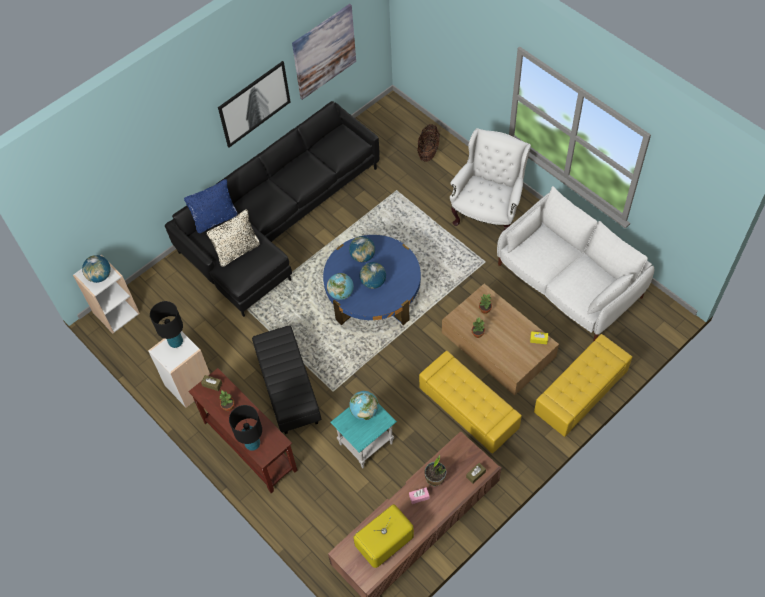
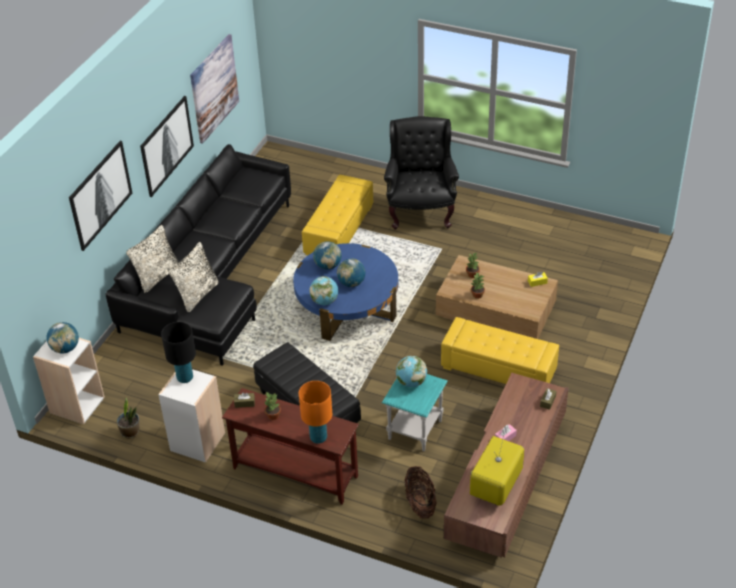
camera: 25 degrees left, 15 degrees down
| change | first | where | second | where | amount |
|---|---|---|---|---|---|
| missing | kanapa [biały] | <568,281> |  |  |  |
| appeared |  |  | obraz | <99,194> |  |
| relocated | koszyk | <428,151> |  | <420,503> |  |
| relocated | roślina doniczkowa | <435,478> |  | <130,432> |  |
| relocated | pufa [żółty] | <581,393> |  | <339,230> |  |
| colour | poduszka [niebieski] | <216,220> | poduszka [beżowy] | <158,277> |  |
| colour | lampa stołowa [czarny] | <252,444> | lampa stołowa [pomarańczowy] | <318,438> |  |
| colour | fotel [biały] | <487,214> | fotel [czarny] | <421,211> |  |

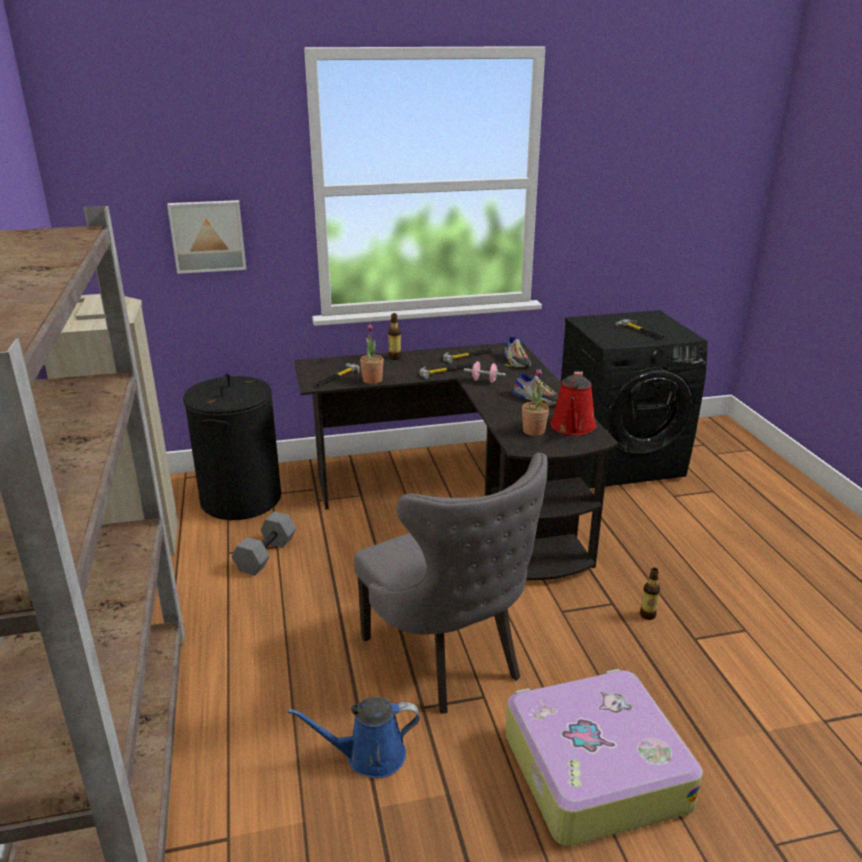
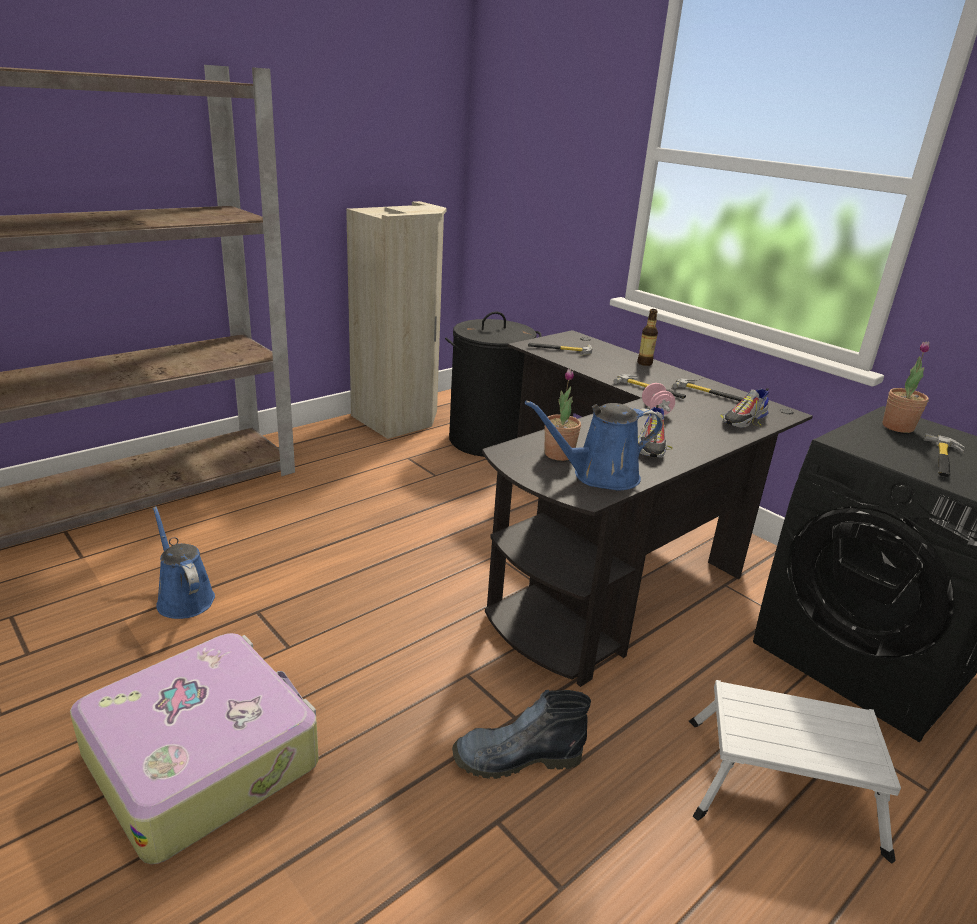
camera: 60 degrees right, 0 degrees up
| change | first | where | second | where | amount |
|---|---|---|---|---|---|
| missing | obraz | <208,236> |  |  |  |
| missing | hantel [szary] | <265,554> |  |  |  |
| missing | krzesło [szary] | <449,658> |  |  |  |
| appeared |  |  | drabinka [biały] | <780,784> |  |
| relocated | roślina doniczkowa | <372,380> |  | <897,427> |  |
| exchanged | butelka | <647,615> | but z cholewką | <515,758> |  |
| colour | konewka [czerwony] | <572,427> | konewka [niebieski] | <599,476> |  |

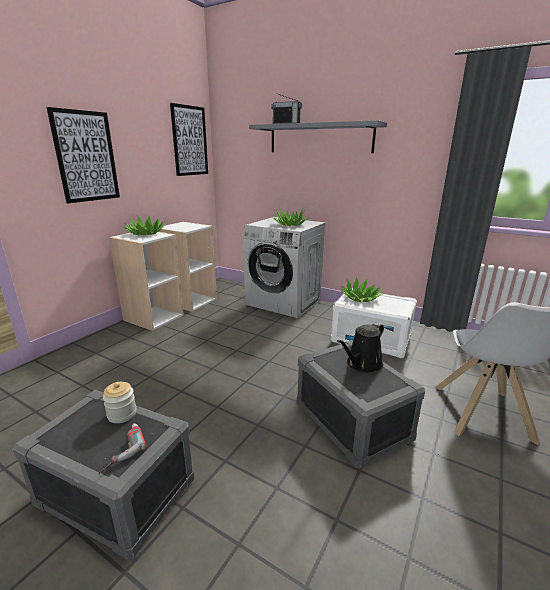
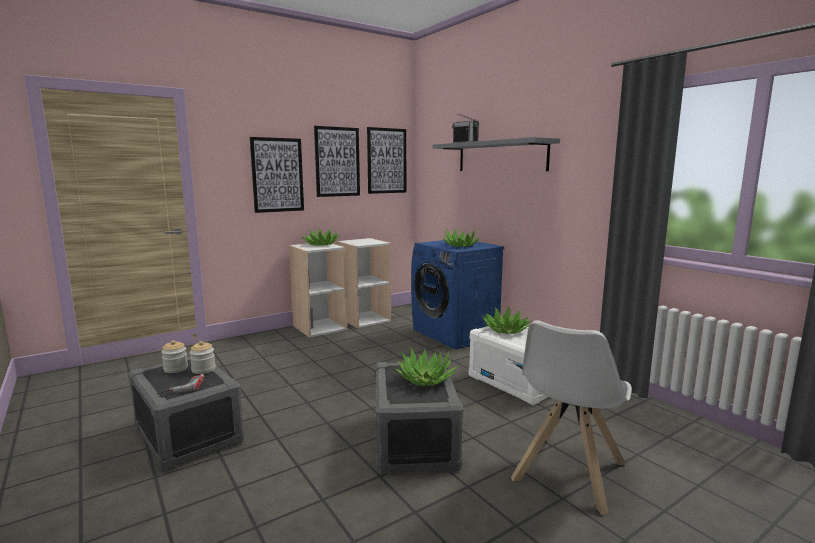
camera: 25 degrees right, 10 degrees down
| change | first | where | second | where | amount |
|---|---|---|---|---|---|
| appeared |  |  | słoik | <176,369> |  |
| appeared |  |  | obraz | <337,162> |  |
| exchanged | konewka [czarny] | <362,364> | roślina doniczkowa | <425,379> |  |
| colour | pralka [biały] | <284,304> | pralka [niebieski] | <455,335> |  |

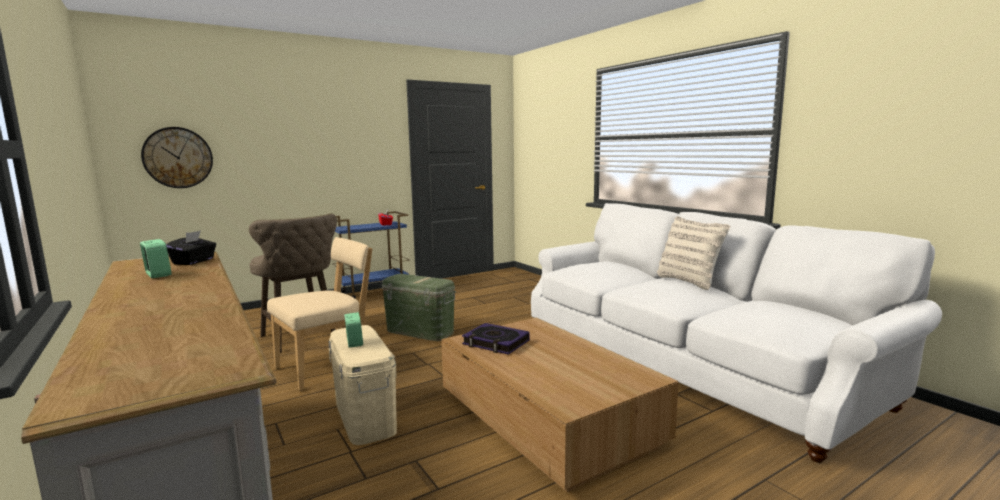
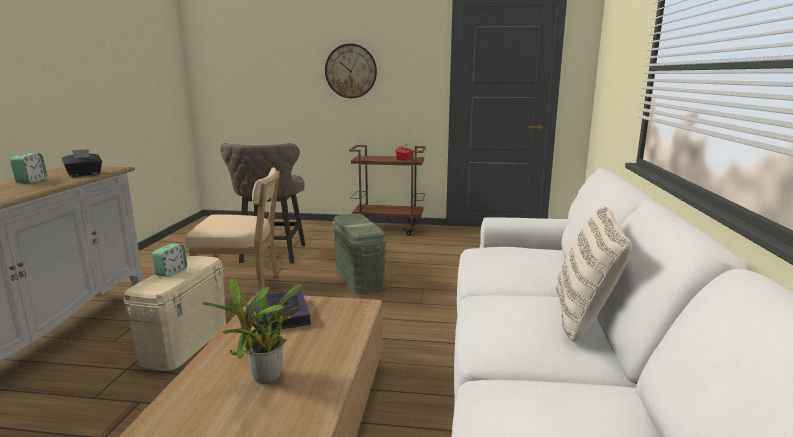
camera: 40 degrees right, 5 degrees up
| change | first | where | second | where | amount |
|---|---|---|---|---|---|
| appeared |  |  | roślina doniczkowa | <264,379> |  |
| relocated | zegar ścienny | <178,157> |  | <351,71> |  |
| colour | wózek [niebieski] | <374,295> | wózek [brązowy] | <389,229> |  |

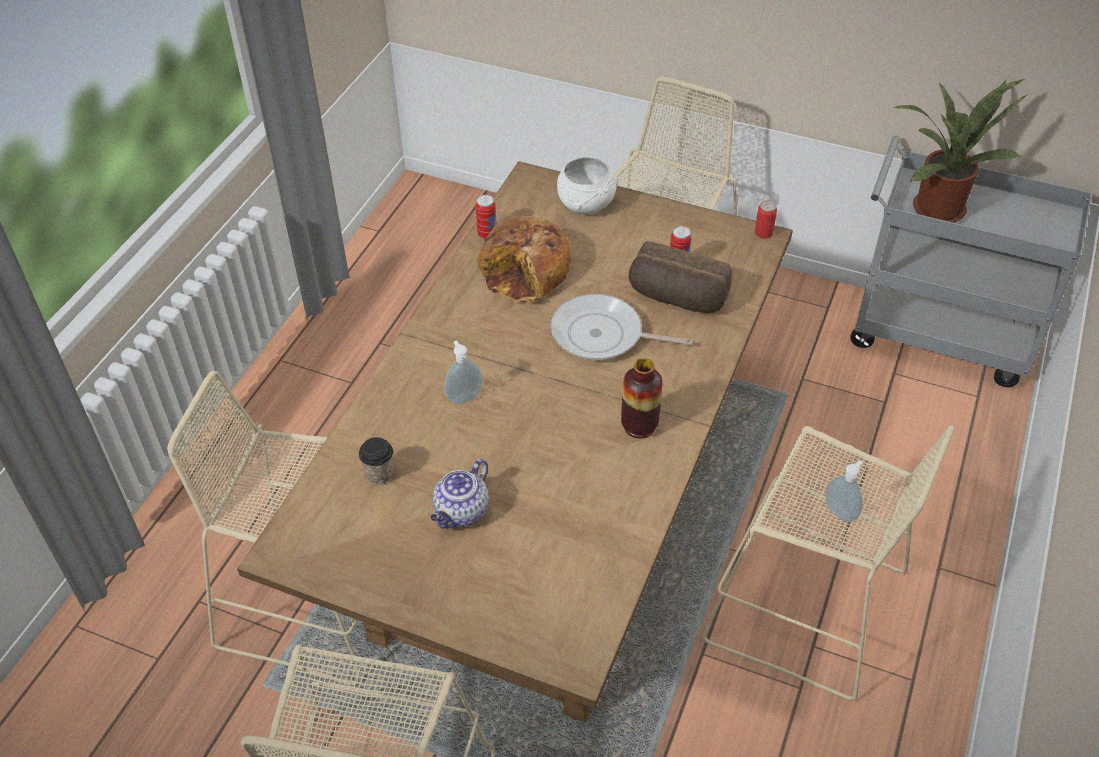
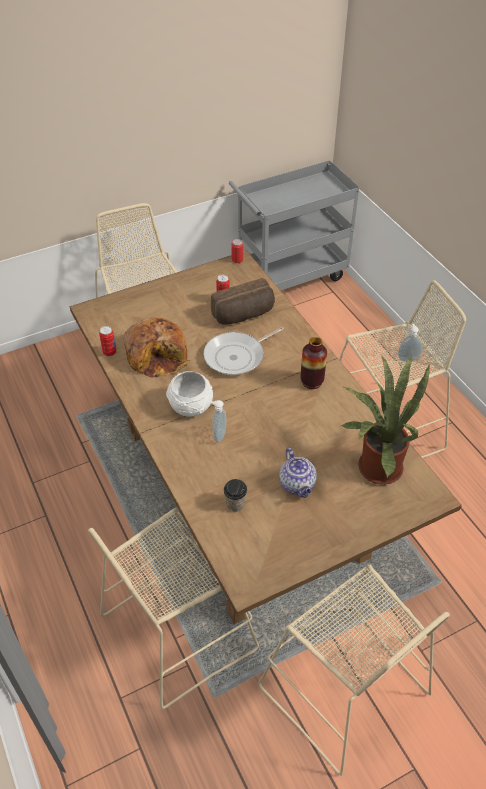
camera: 50 degrees left, 0 degrees up
| change | first | where | second | where | amount |
|---|---|---|---|---|---|
| relocated | miska [biały] | <587,204> |  | <191,406> |  |
| relocated | roślina doniczkowa | <937,206> |  | <375,466> |  |

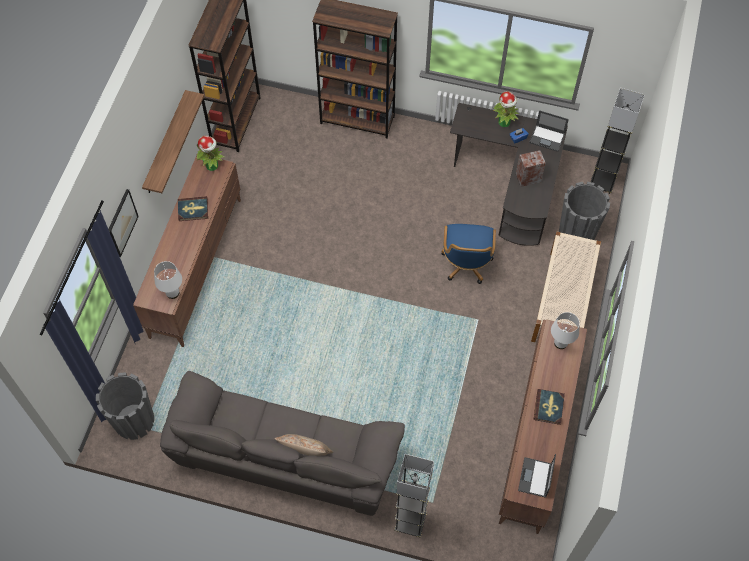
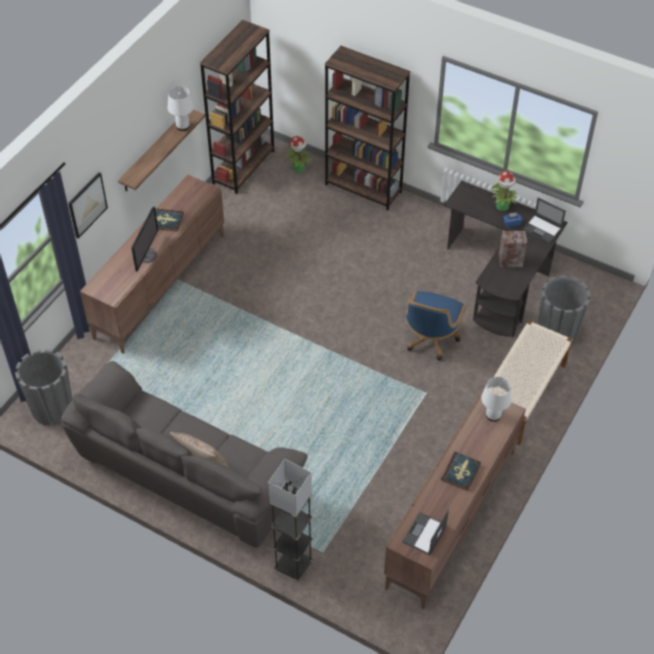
camera: 15 degrees right, 10 degrees down
| change | first | where | second | where | amount |
|---|---|---|---|---|---|
| missing | lampa stojąca [szary] | <602,183> |  |  |  |
| appeared |  |  | monitor | <147,255> |  |
| relocated | lampa stołowa [biały] | <172,293> |  | <182,127> |  |
| relocated | roślina doniczkowa | <212,165> |  | <299,168> |  |

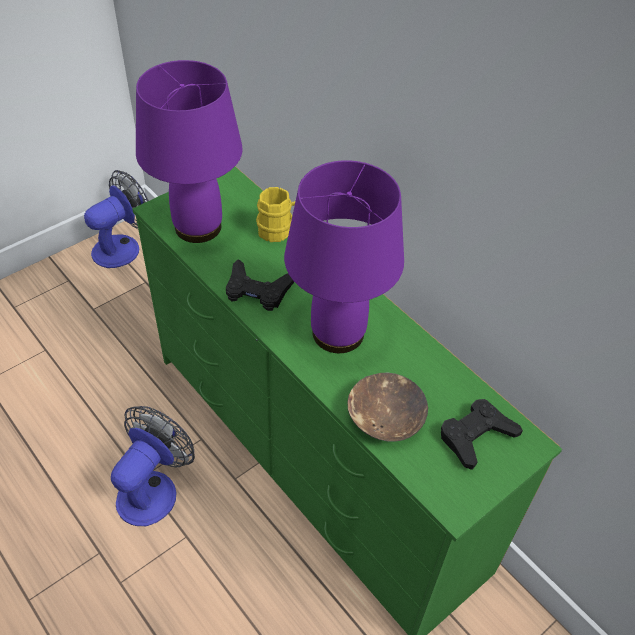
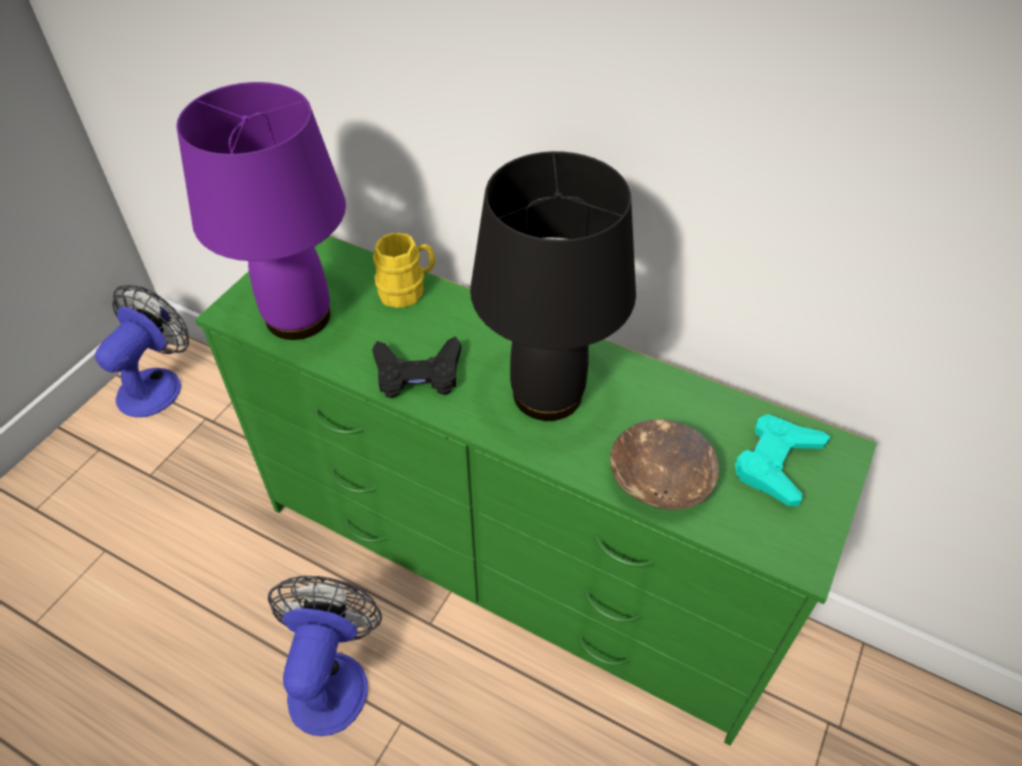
camera: 20 degrees left, 0 degrees up
| change | first | where | second | where | amount |
|---|---|---|---|---|---|
| colour | lampa stołowa [fioletowy] | <339,333> | lampa stołowa [czarny] | <549,394> |  |
| colour | pad do gier [czarny] | <476,436> | pad do gier [turkusowy] | <777,463> |  |

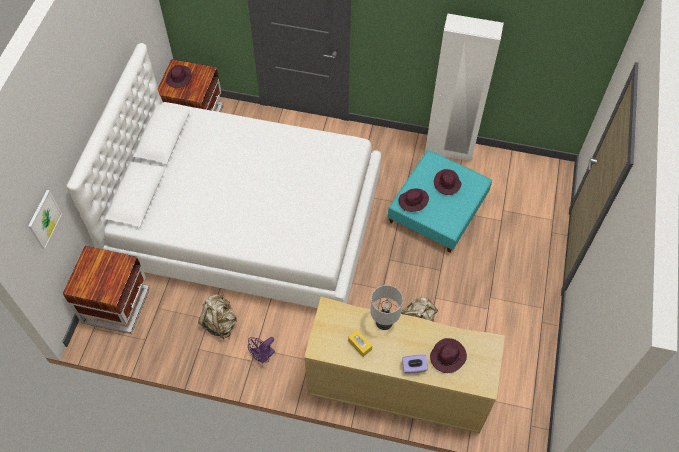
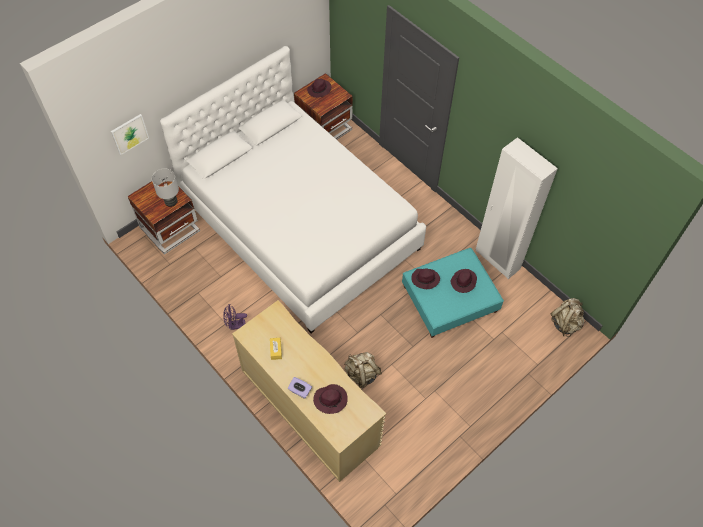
camera: 35 degrees right, 0 degrees up
| change | first | where | second | where | amount |
|---|---|---|---|---|---|
| relocated | plecak [beżowy] | <220,323> |  | <565,323> |  |
| relocated | lampa stołowa [szary] | <384,322> |  | <171,201> |  |

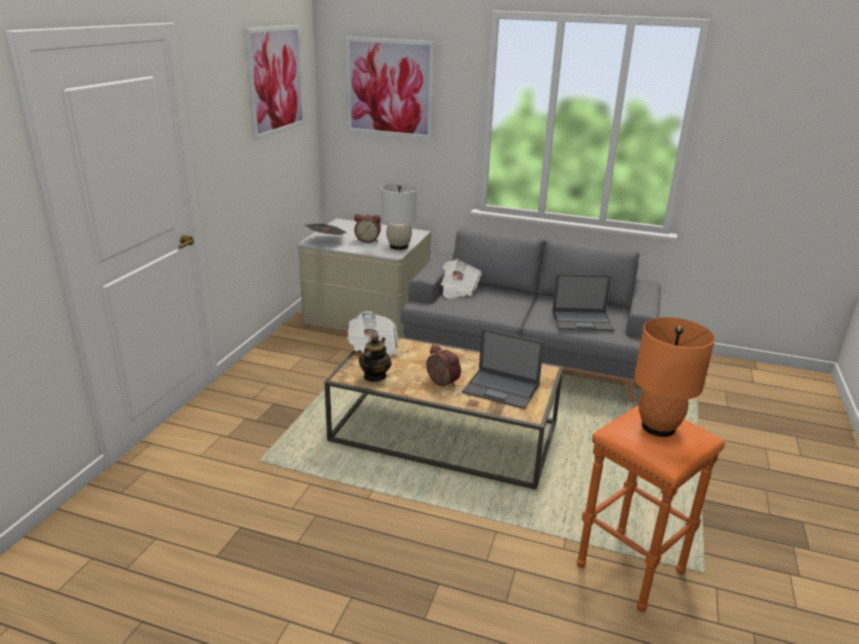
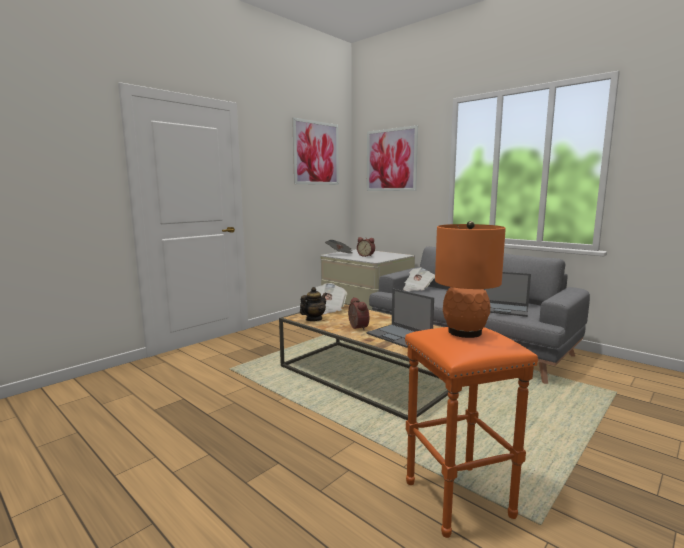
camera: 25 degrees right, 15 degrees down
| change | first | where | second | where | amount |
|---|---|---|---|---|---|
| missing | lampa stołowa [biały] | <399,246> |  |  |  |

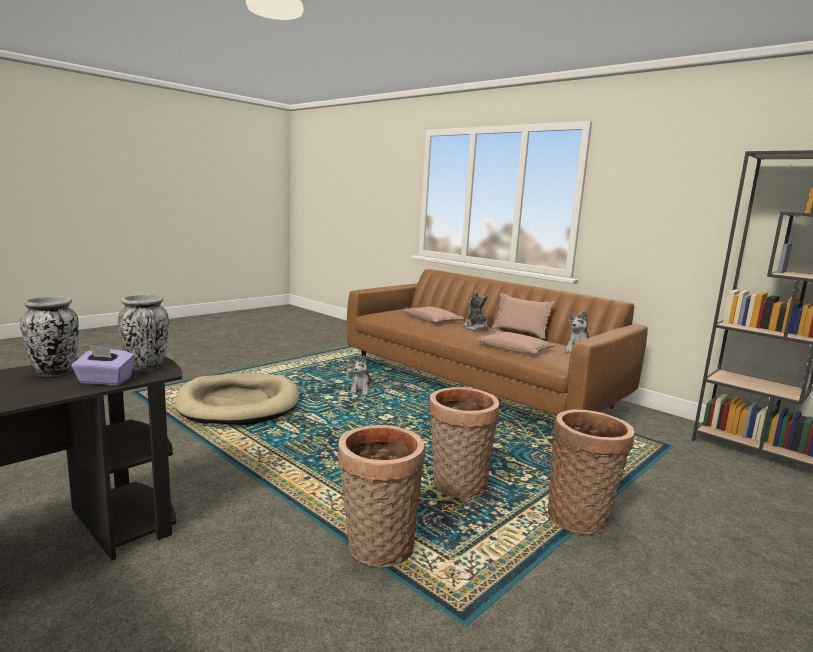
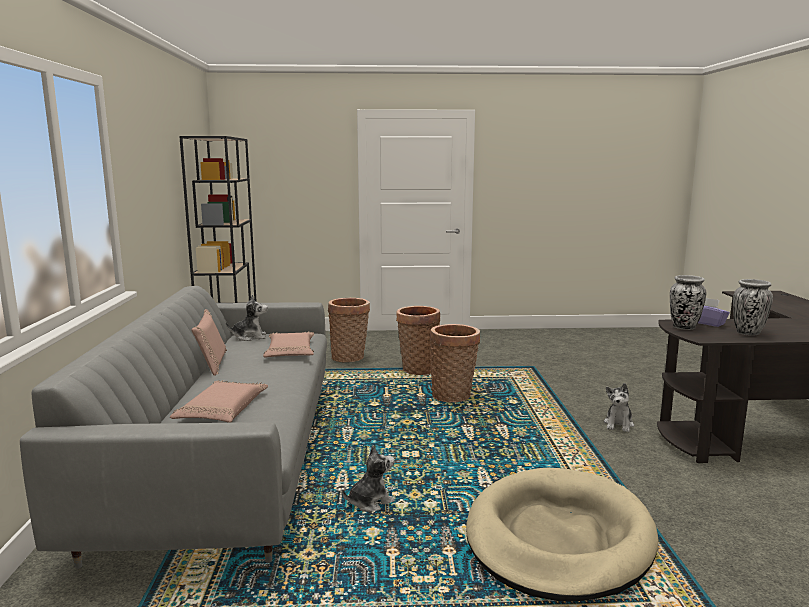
camera: 135 degrees left, 0 degrees up
| change | first | where | second | where | amount |
|---|---|---|---|---|---|
| relocated | koszyk | <377,549> |  | <350,357> |  |
| relocated | pluszak | <476,328> |  | <618,424> |  |
| colour | kanapa [brązowy] | <477,386> | kanapa [szary] | <228,458> |  |

